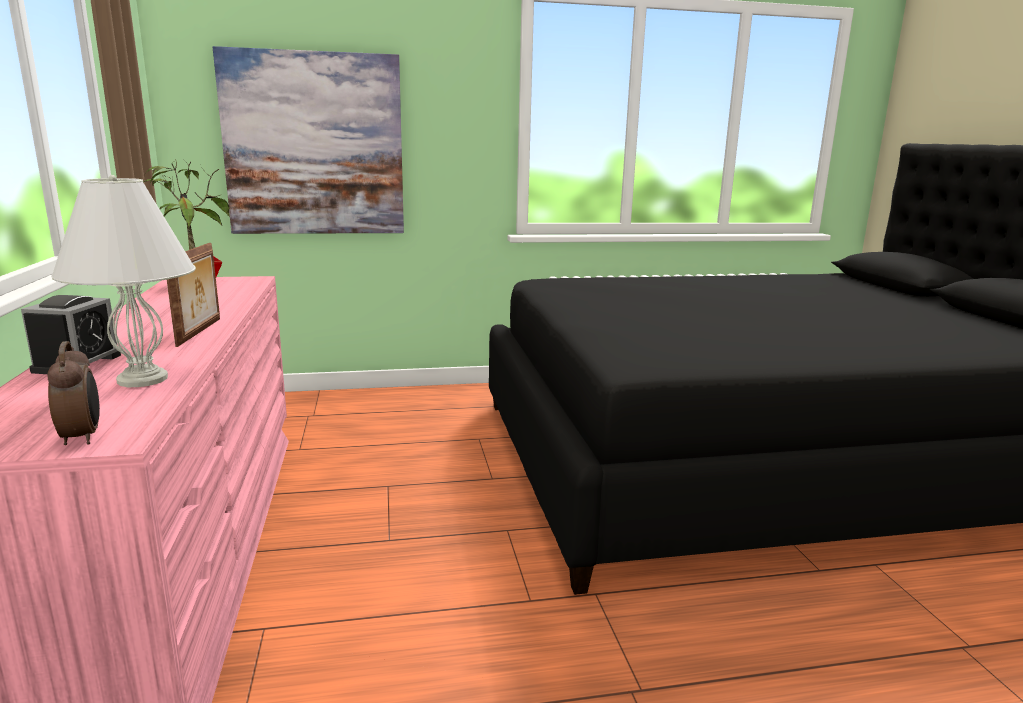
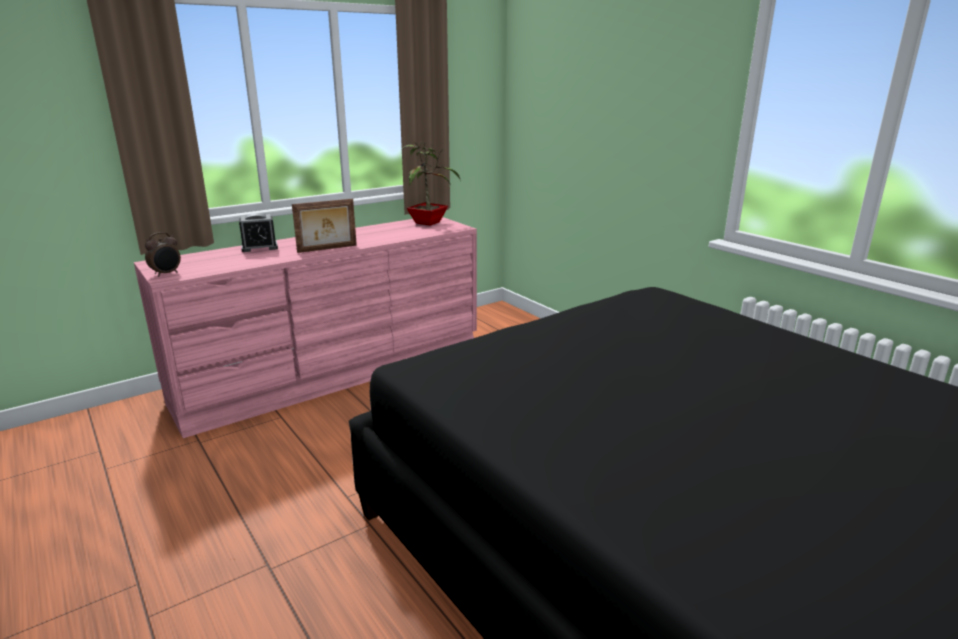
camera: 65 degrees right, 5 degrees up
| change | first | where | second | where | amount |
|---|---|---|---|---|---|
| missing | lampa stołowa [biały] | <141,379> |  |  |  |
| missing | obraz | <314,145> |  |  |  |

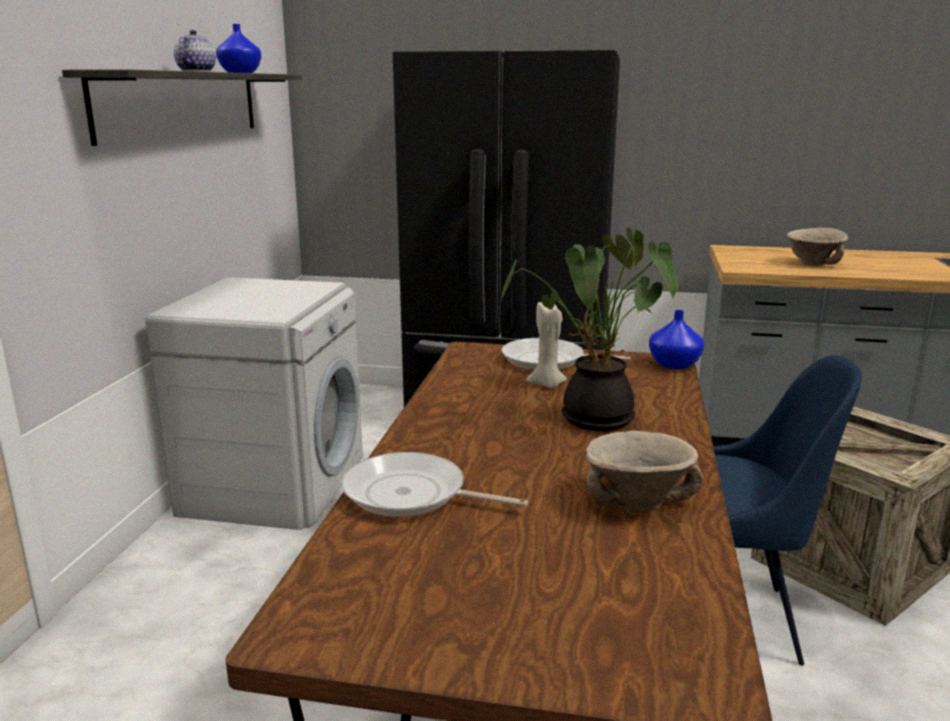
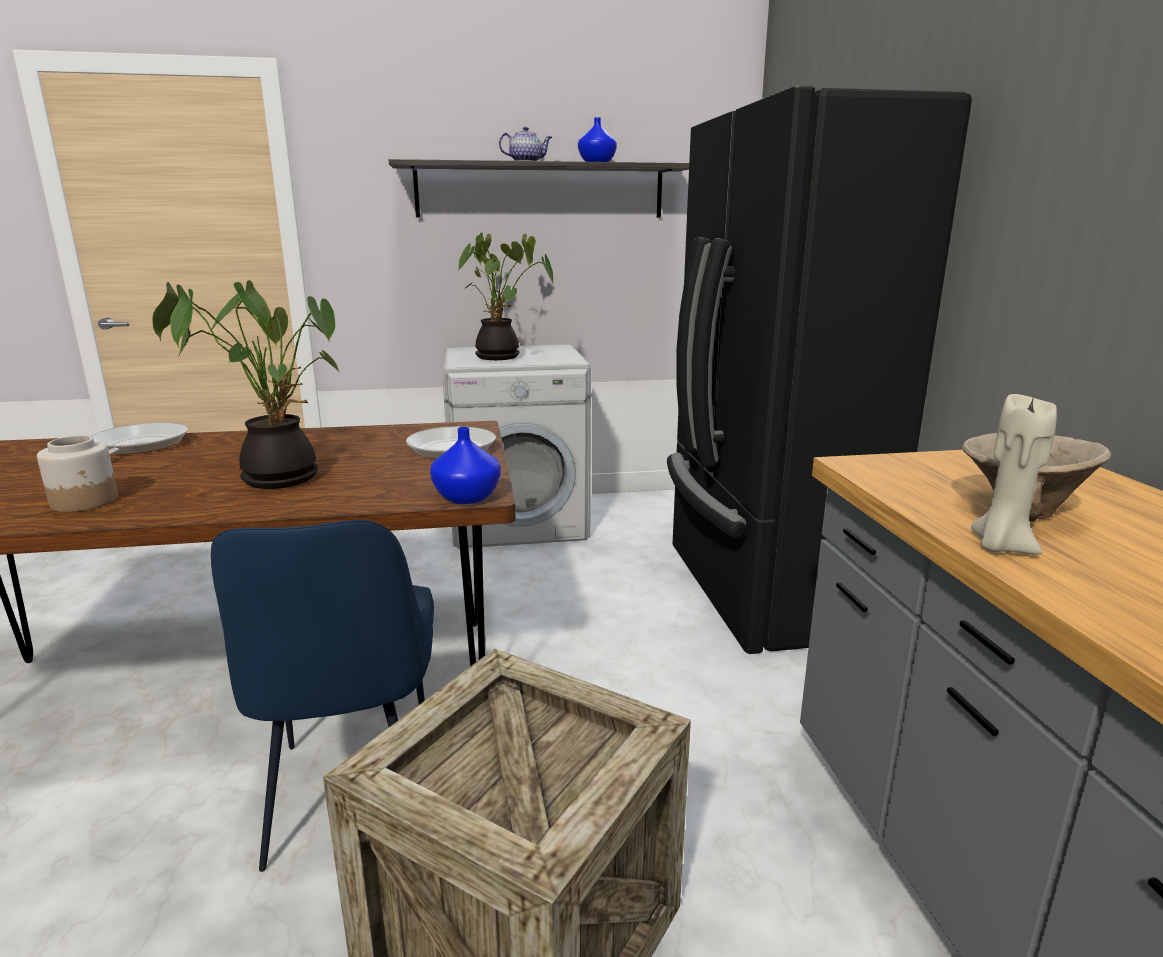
camera: 70 degrees right, 0 degrees up
| change | first | where | second | where | amount |
|---|---|---|---|---|---|
| appeared |  |  | roślina doniczkowa | <502,357> |  |
| relocated | świeca [beżowy] | <547,385> |  | <1001,547> |  |
| exchanged | miska [beżowy] | <637,501> | słoik | <85,502> |  |

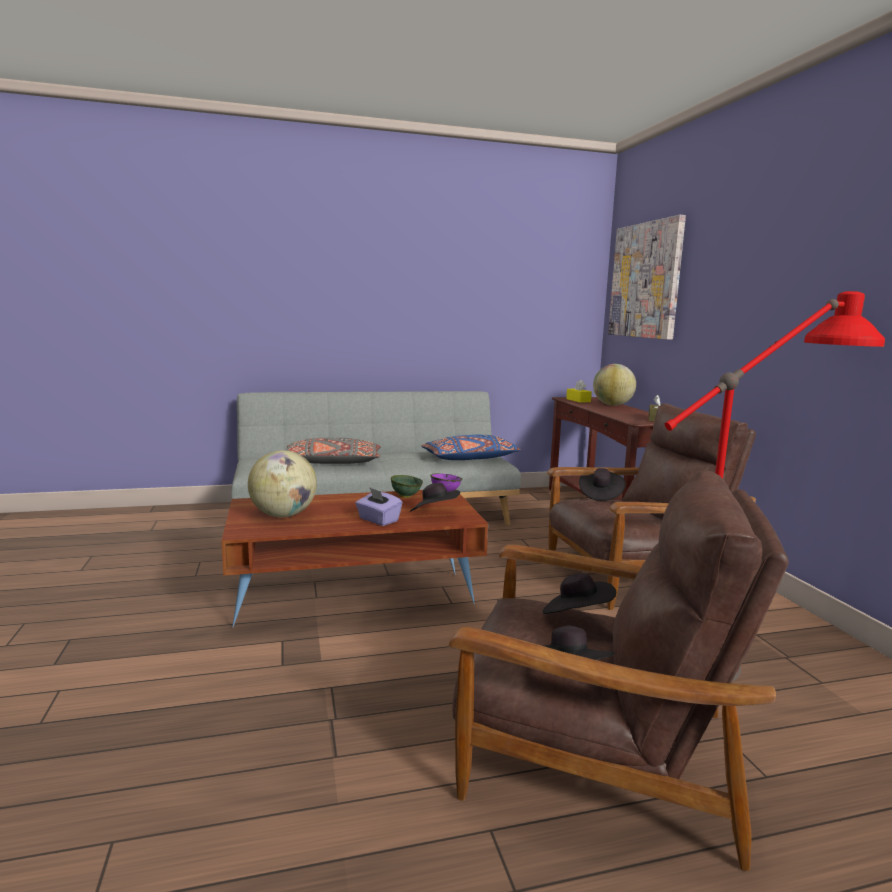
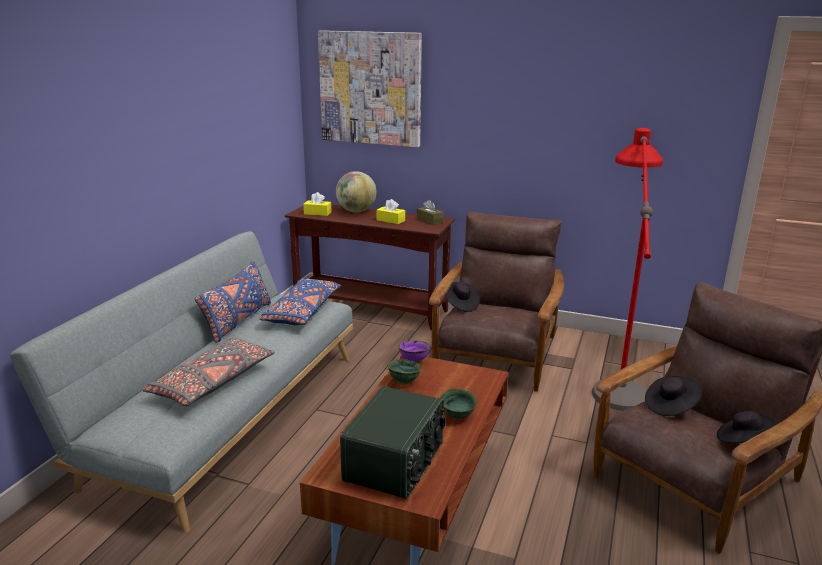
camera: 55 degrees left, 10 degrees up
| change | first | where | second | where | amount |
|---|---|---|---|---|---|
| missing | kapelusz [czarny] | <434,513> |  |  |  |
| appeared |  |  | poduszka [niebieski] | <238,321> |  |
| appeared |  |  | pudełko chusteczek [żółty] | <390,220> |  |
| exchanged | globus | <284,515> | radio | <396,462> |  |
| exchanged | pudełko chusteczek [fioletowy] | <378,520> | miska [zielony] | <458,416> |  |

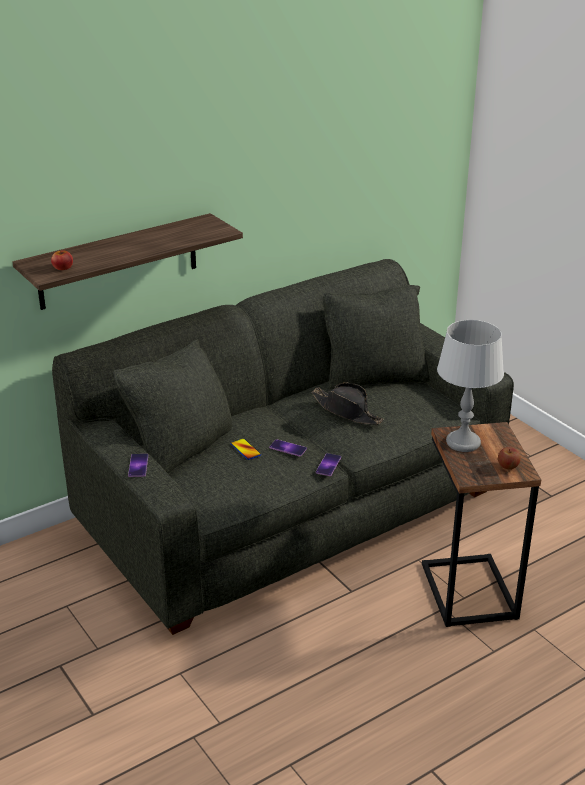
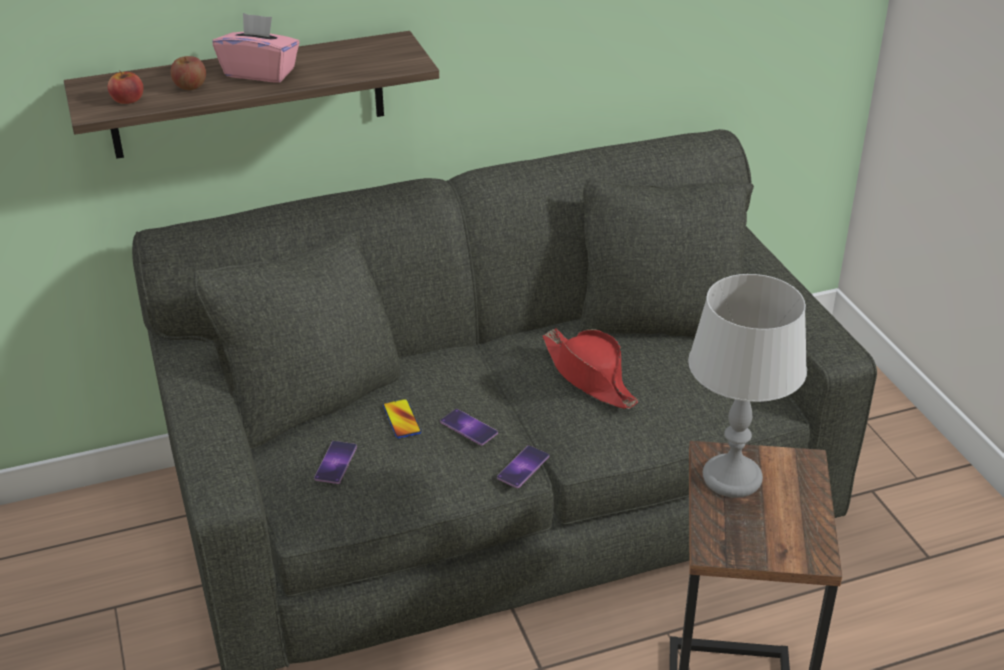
camera: 15 degrees right, 5 degrees up
| change | first | where | second | where | amount |
|---|---|---|---|---|---|
| appeared |  |  | pudełko chusteczek [różowy] | <260,73> |  |
| relocated | telefon | <138,465> |  | <335,462> |  |
| relocated | jabłko | <508,466> |  | <190,86> |  |
| colour | kapelusz [czarny] | <347,411> | kapelusz [czerwony] | <589,376> |  |

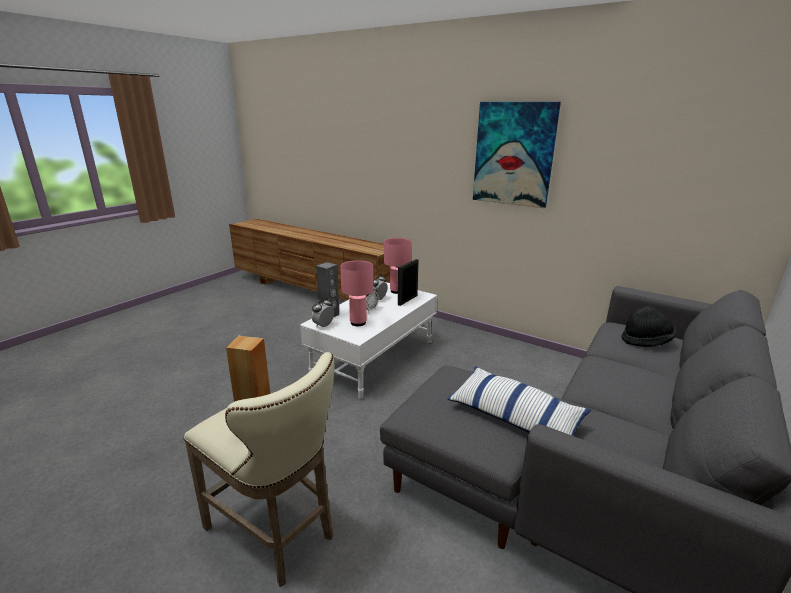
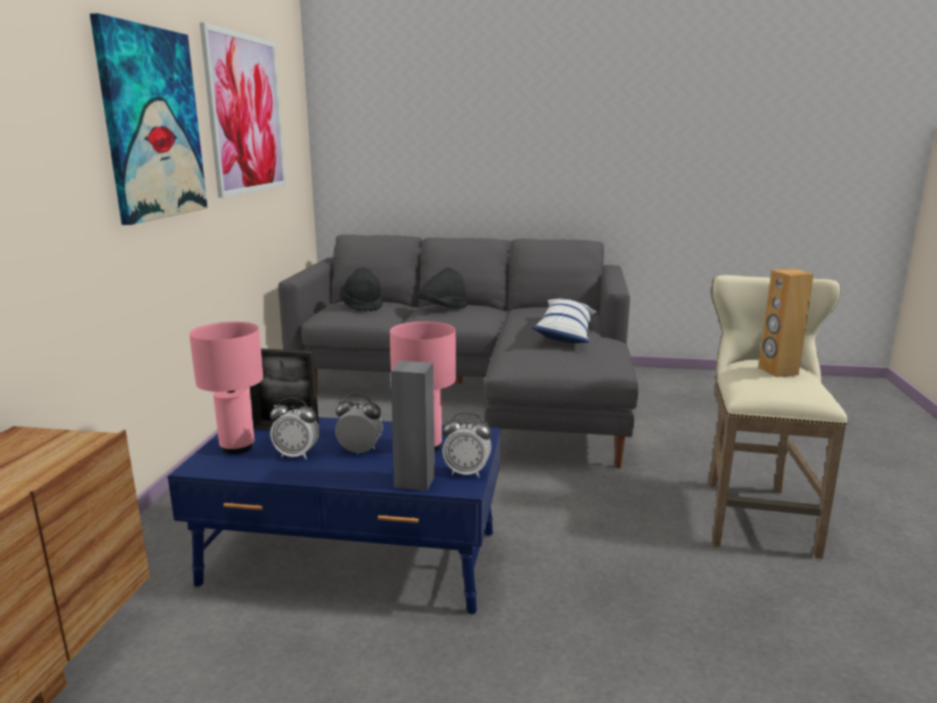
camera: 115 degrees left, 5 degrees down
| change | first | where | second | where | amount |
|---|---|---|---|---|---|
| appeared |  |  | obraz | <246,114> |  |
| appeared |  |  | kapelusz [czarny] | <442,308> |  |
| colour | ława [biały] | <374,359> | ława [niebieski] | <354,558> |  |

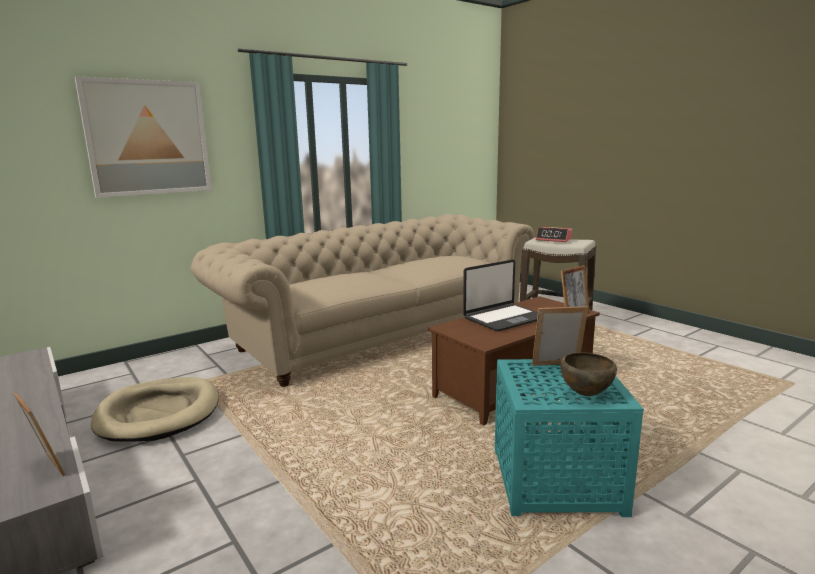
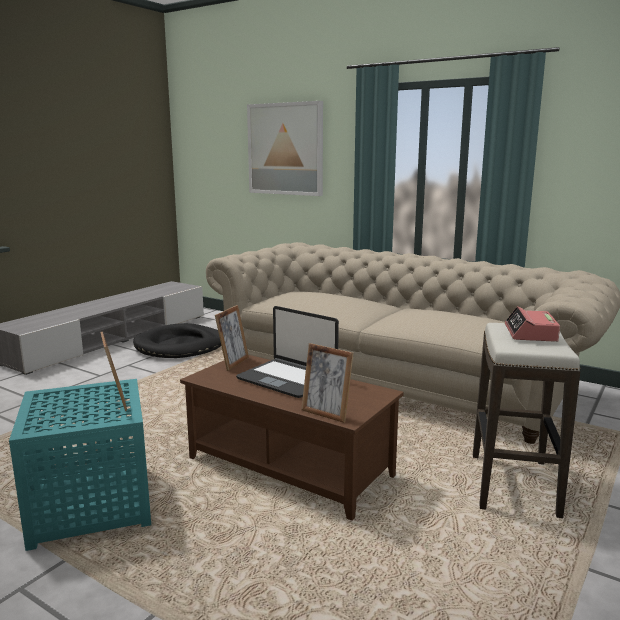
camera: 70 degrees right, 0 degrees up
| change | first | where | second | where | amount |
|---|---|---|---|---|---|
| missing | miska [brązowy] | <585,394> |  |  |  |
| relocated | ramka na zdjęcie | <47,467> |  | <233,363> |  |
| colour | legowisko [beżowy] | <159,413> | legowisko [czarny] | <181,346> |  |

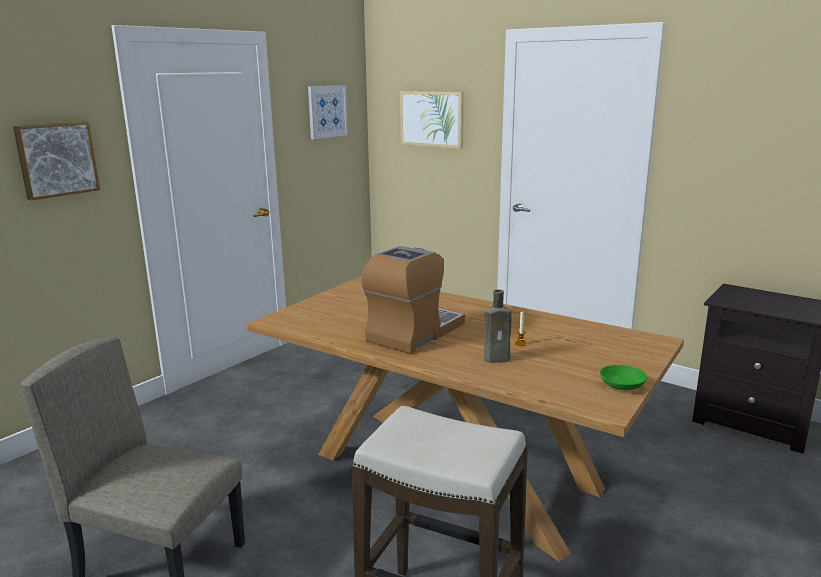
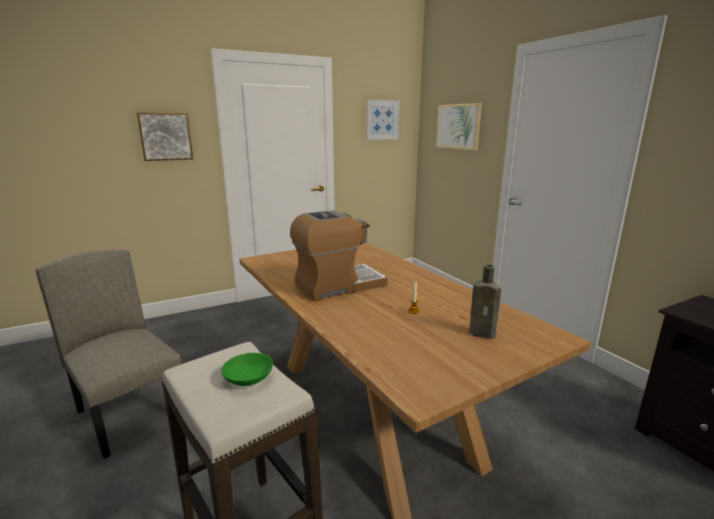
camera: 25 degrees right, 0 degrees up
| change | first | where | second | where | amount |
|---|---|---|---|---|---|
| relocated | butelka [brązowy] | <498,359> |  | <484,334> |  |
| relocated | miska [zielony] | <621,385> |  | <249,377> |  |

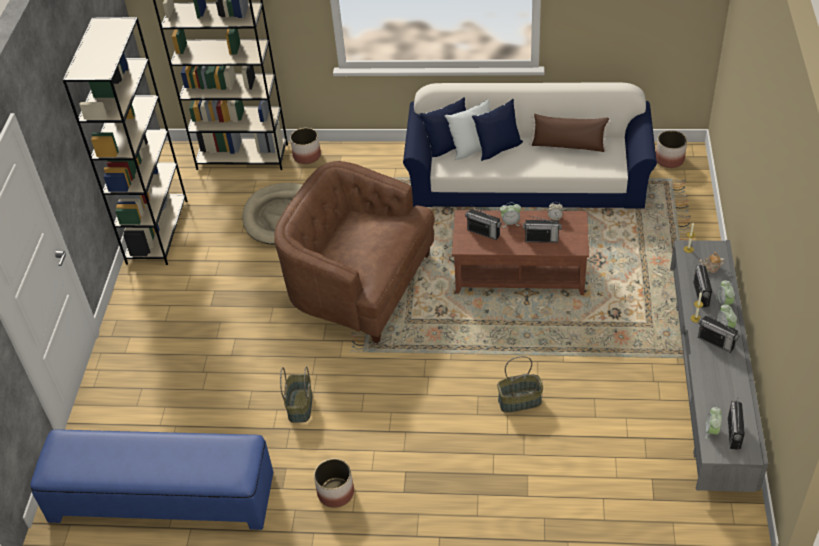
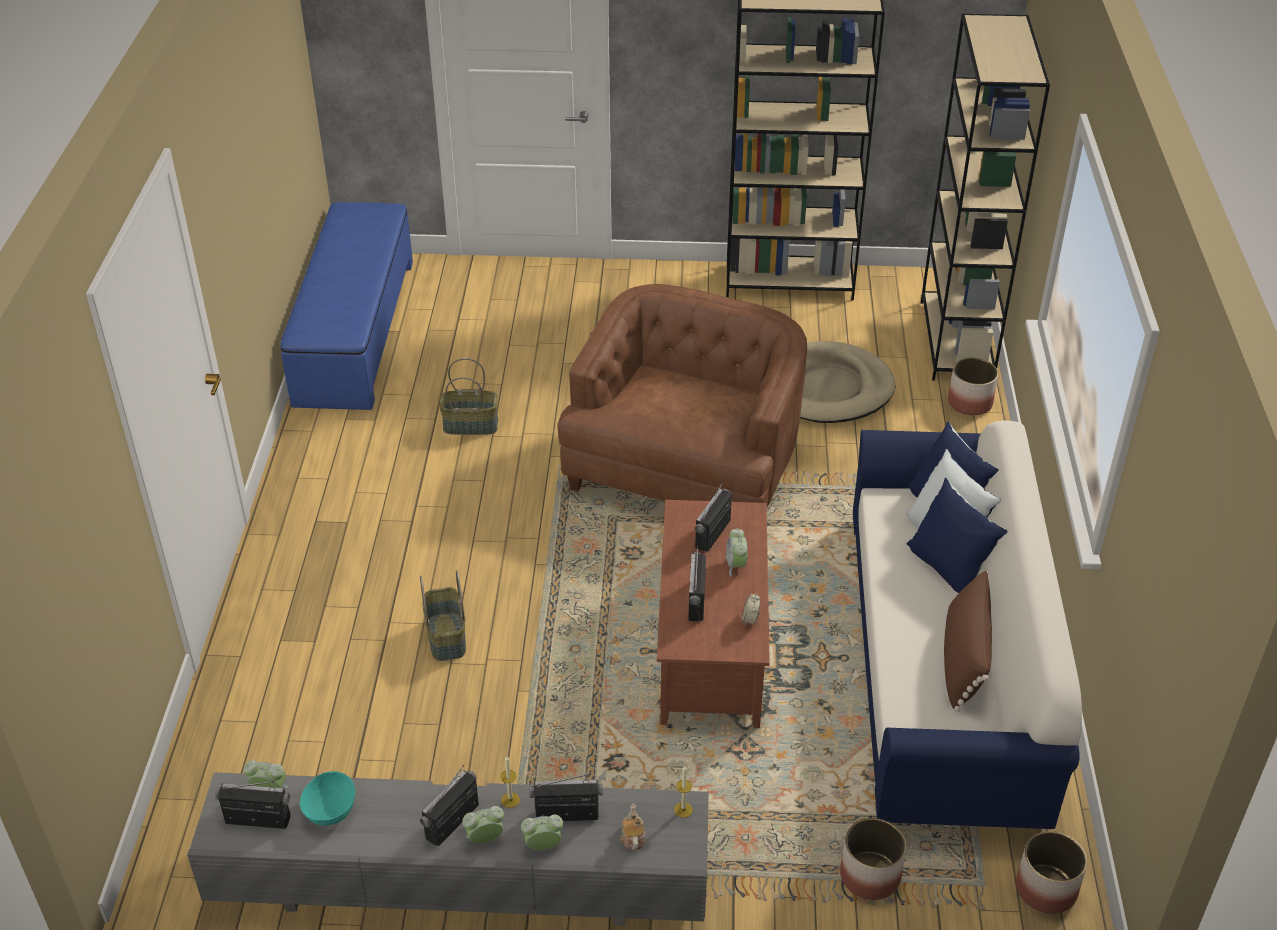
camera: 85 degrees right, 5 degrees down
| change | first | where | second | where | amount |
|---|---|---|---|---|---|
| appeared |  |  | miska [turkusowy] | <330,810> |  |
| relocated | donica | <335,492> |  | <870,875> |  |

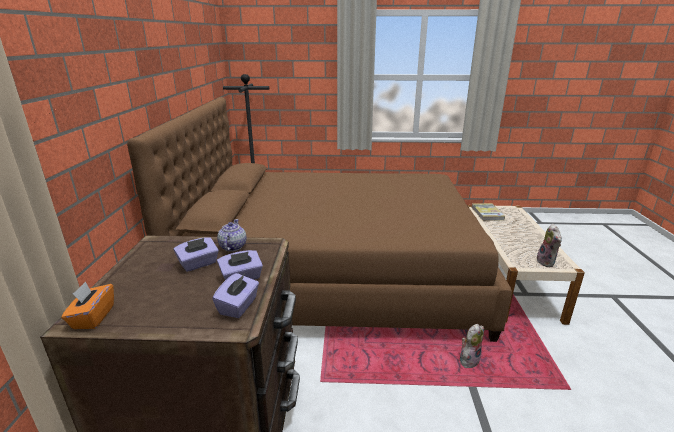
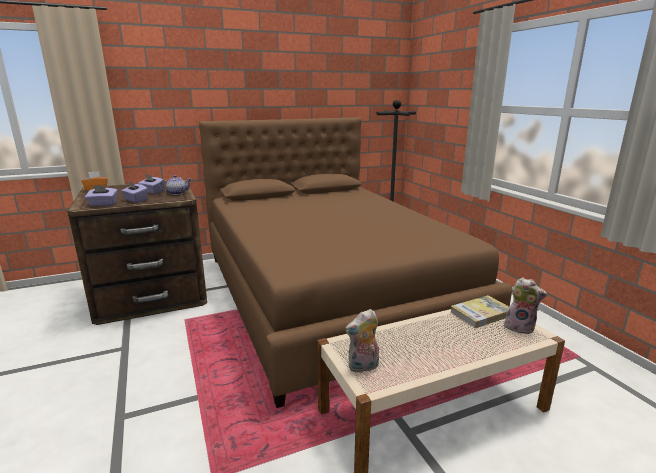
camera: 65 degrees right, 5 degrees down
| change | first | where | second | where | amount |
|---|---|---|---|---|---|
| relocated | pluszak | <468,360> |  | <520,327> |  |

